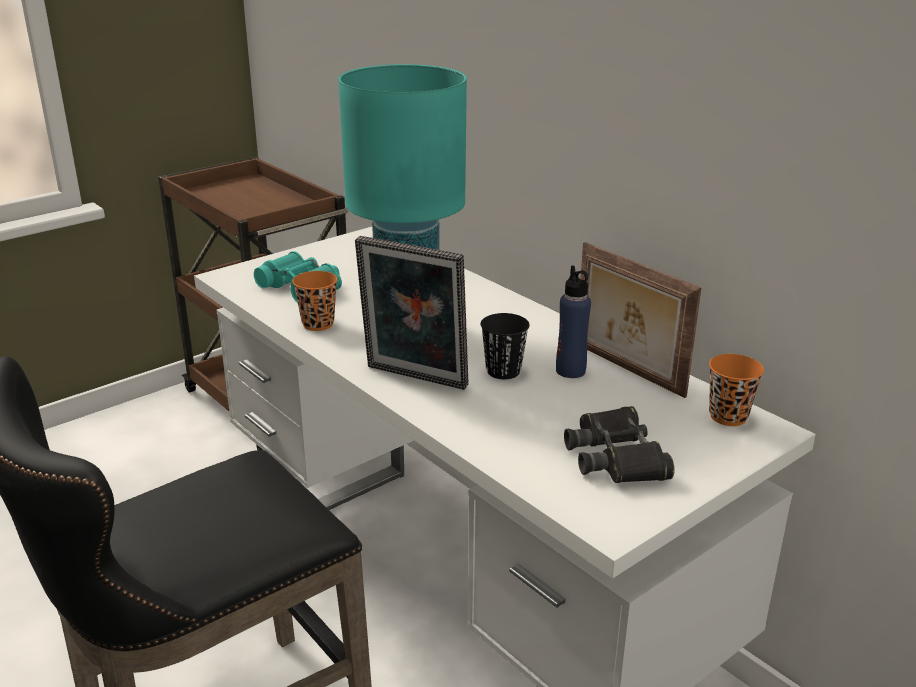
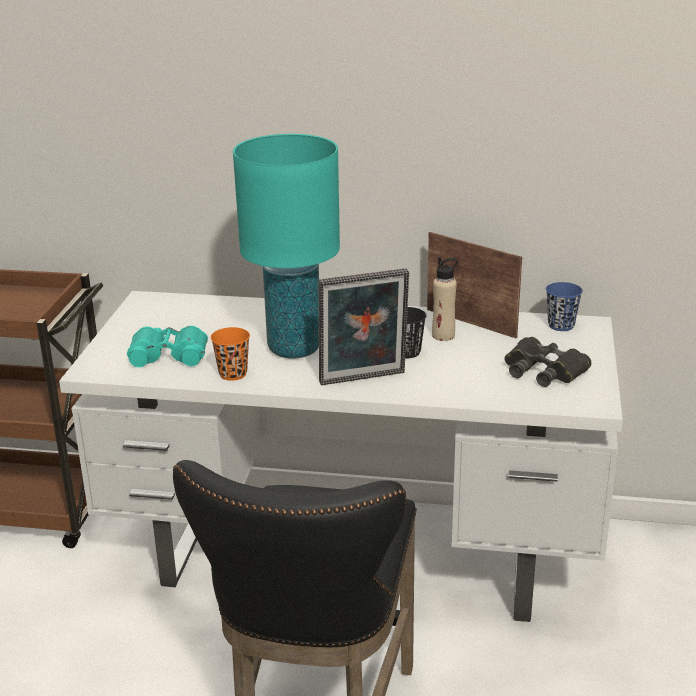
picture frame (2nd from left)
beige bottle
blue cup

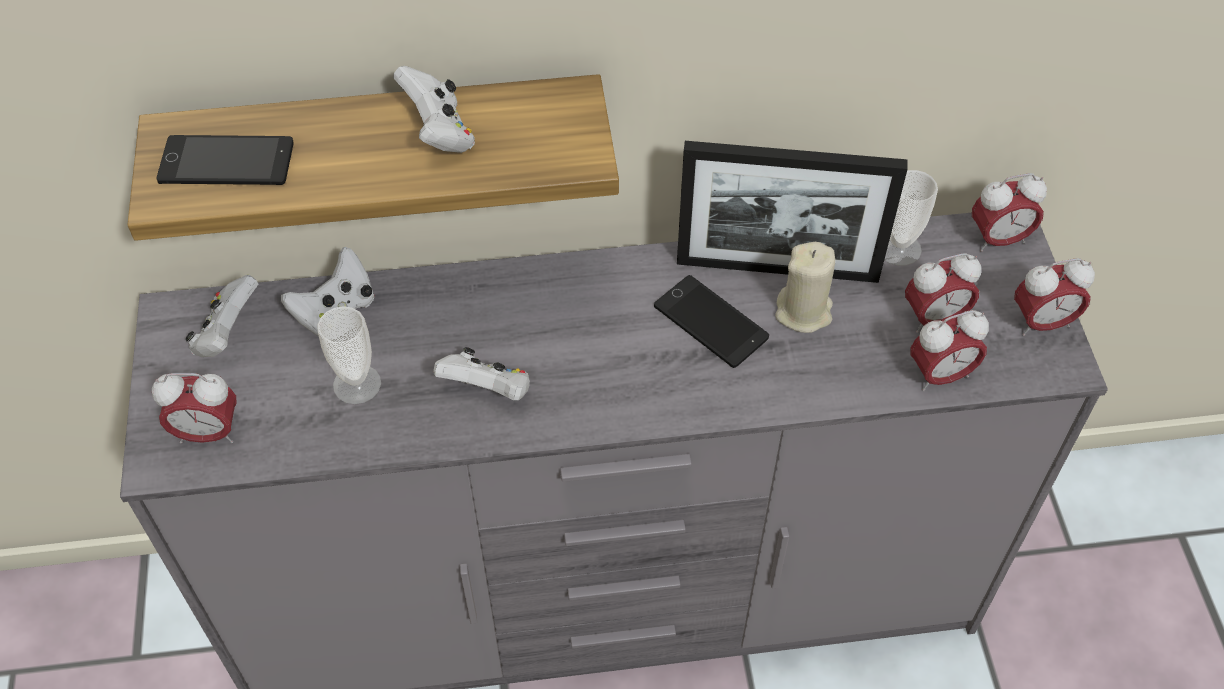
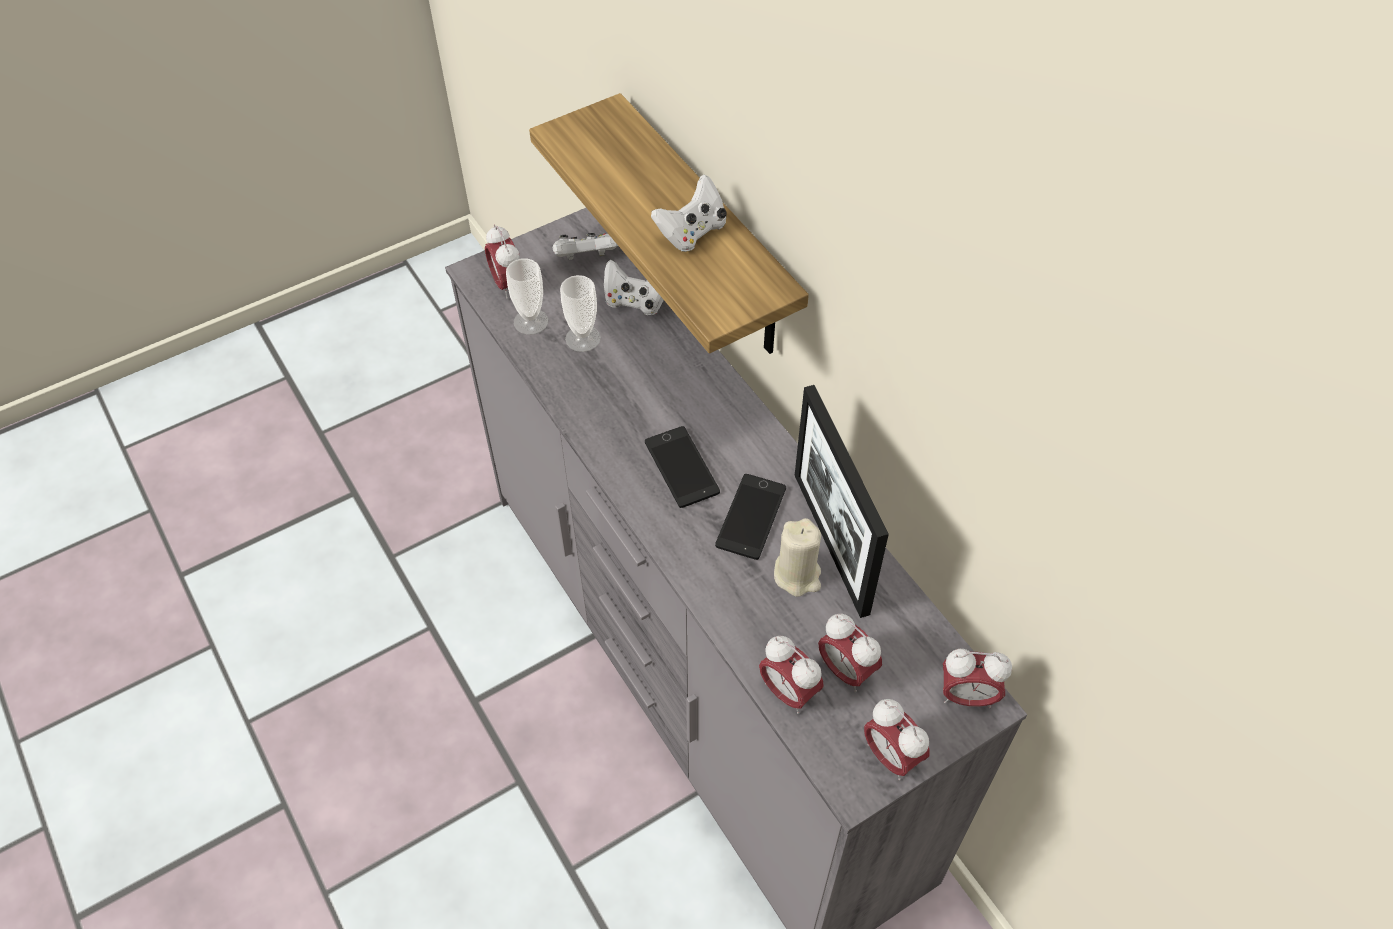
phone (1st from left)
cup (1st from left)
alarm clock (5th from left)
white game controller (4th from left in the first image)

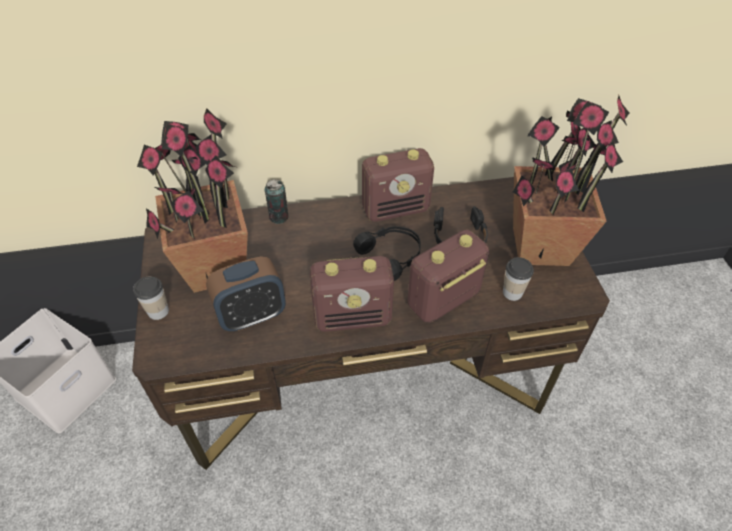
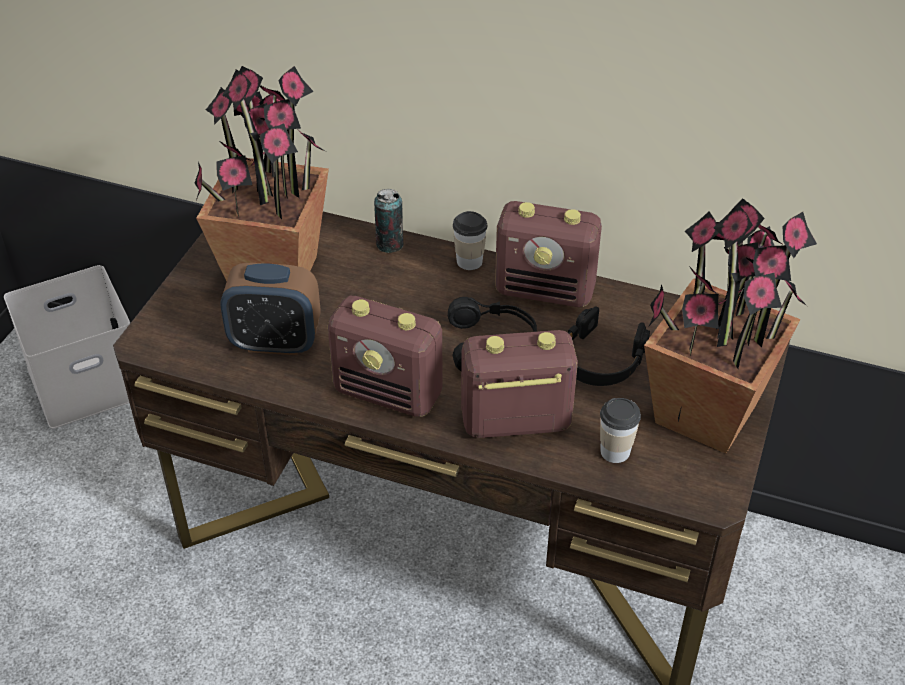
cup (1st from left)

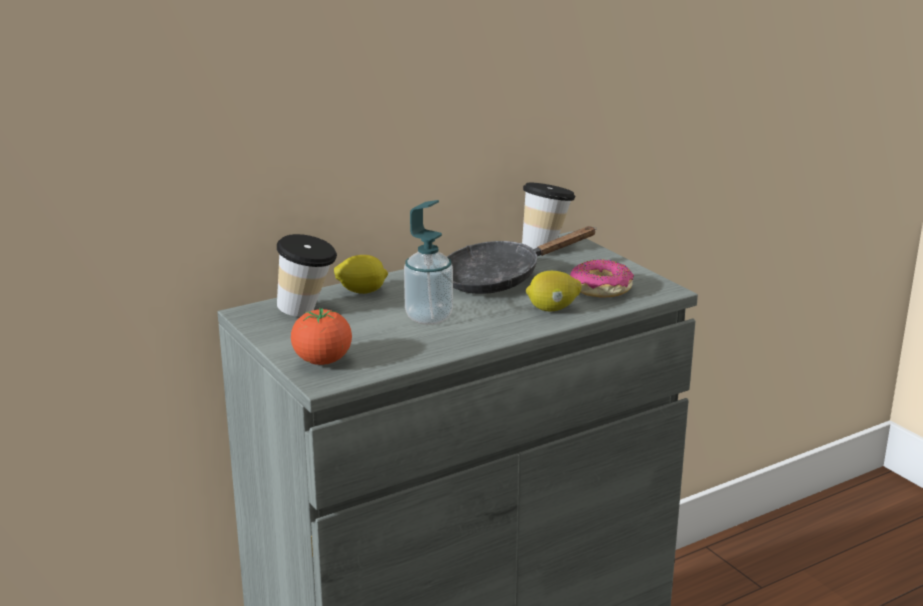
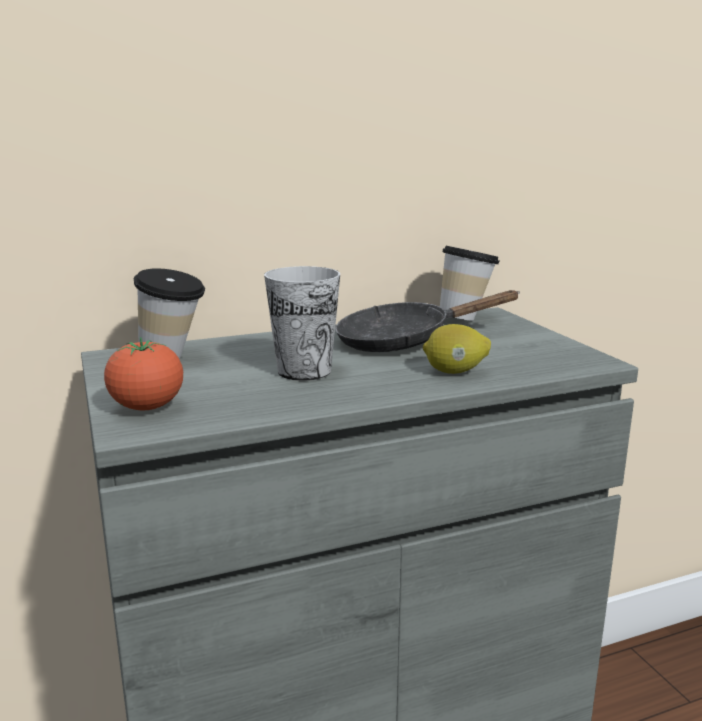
cup (2nd from left)
lemon (1st from left in the first image)
donut

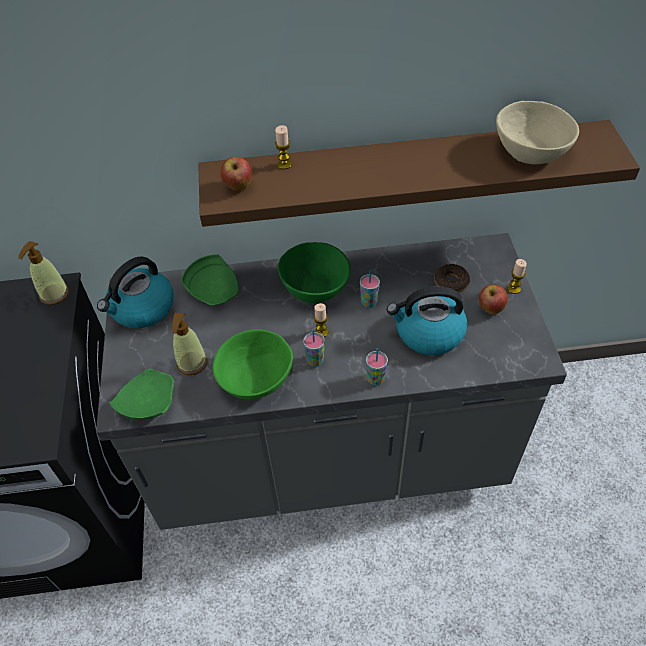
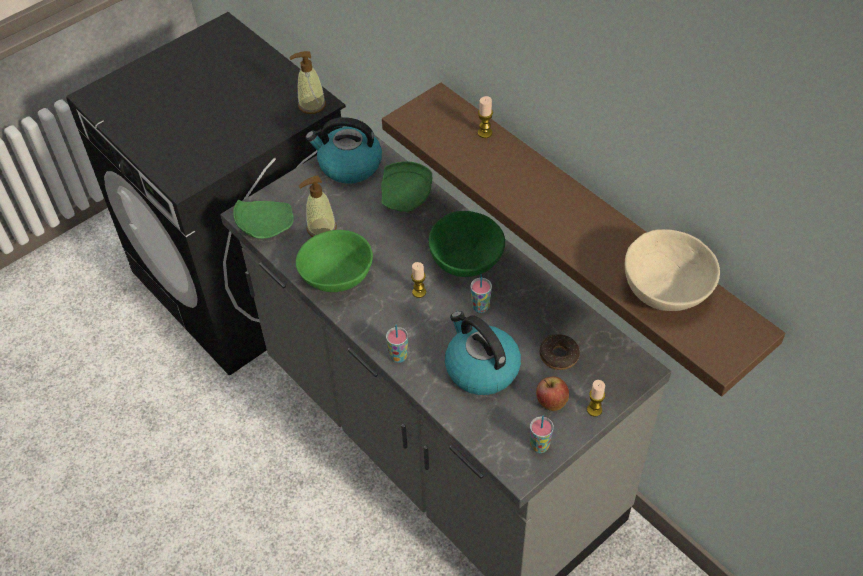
apple (1st from left in the first image)
cup (3rd from left)

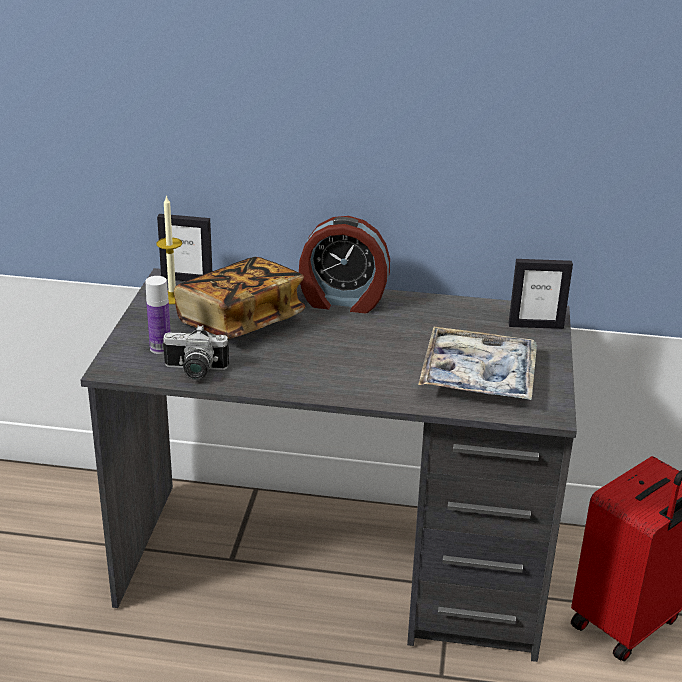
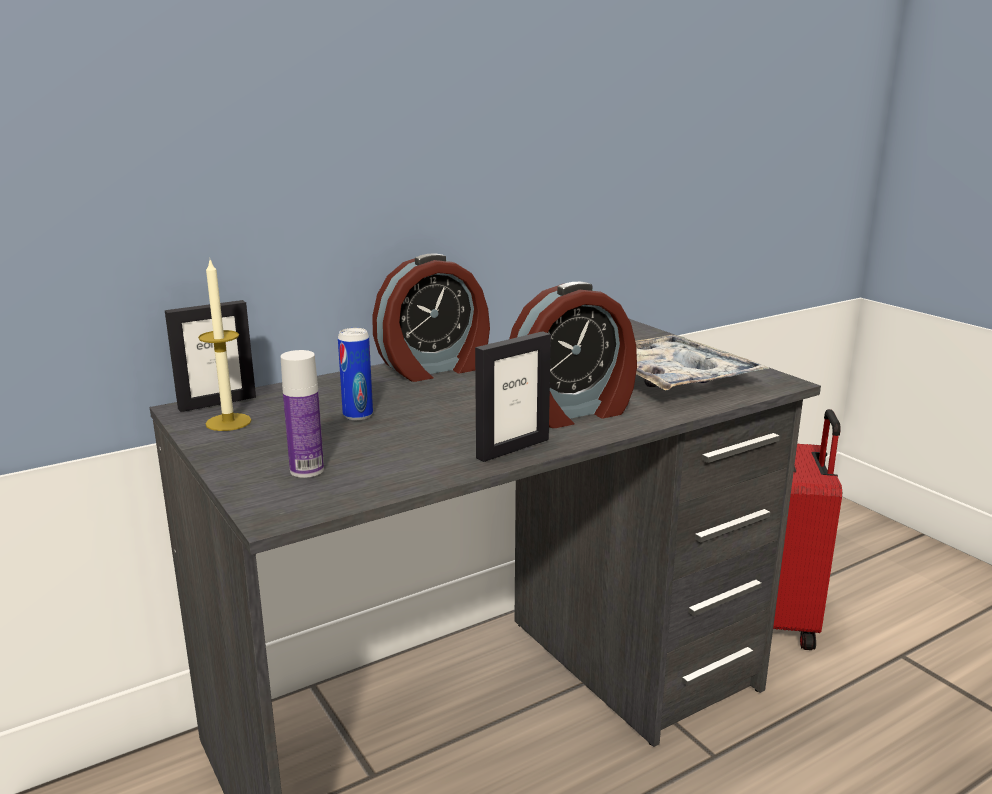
can
picture frame (2nd from left)
photo camera
alarm clock (2nd from left)

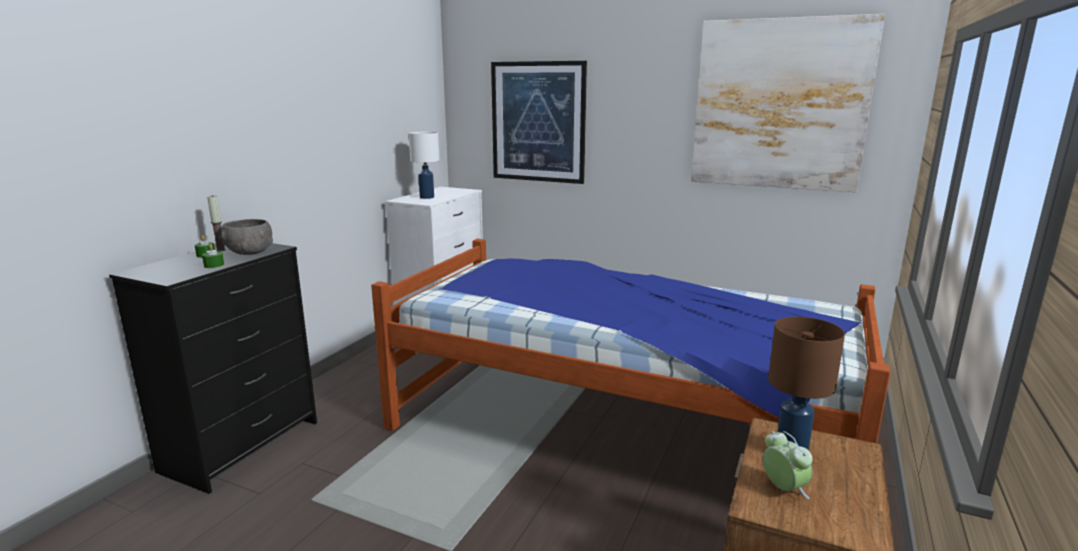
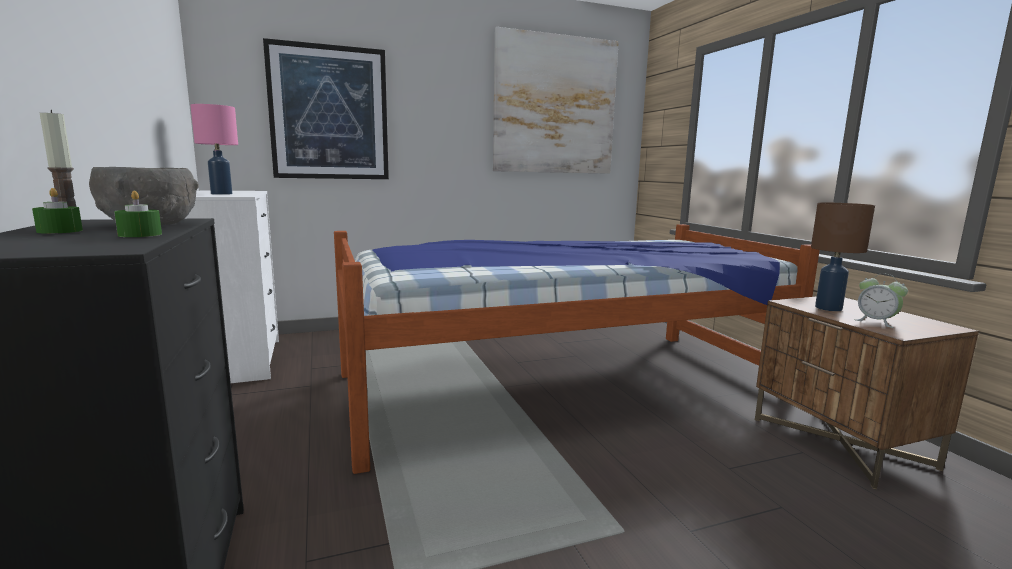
pink table lamp
alarm clock

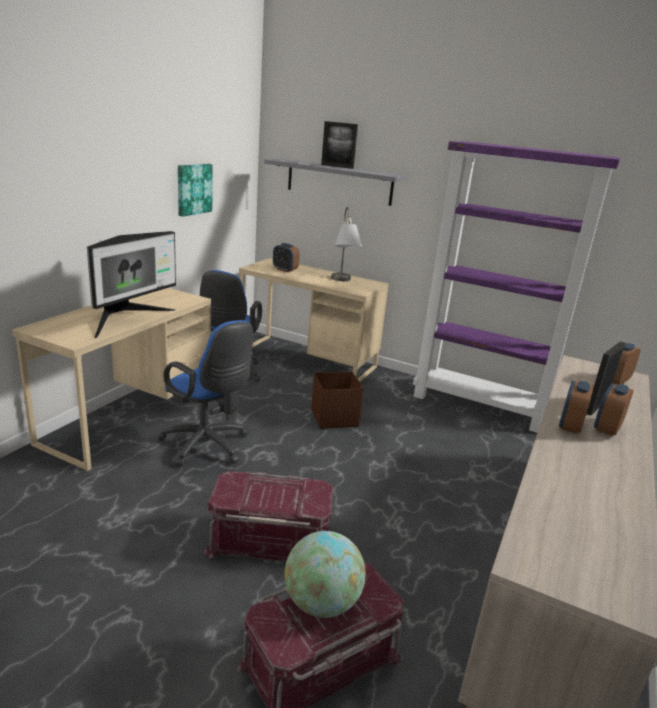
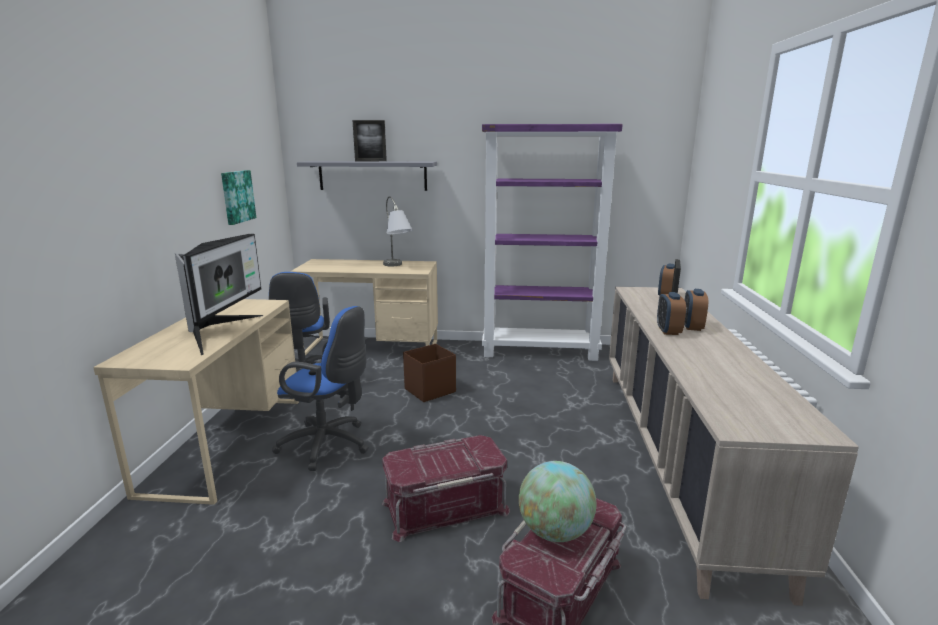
alarm clock (1st from left in the first image)

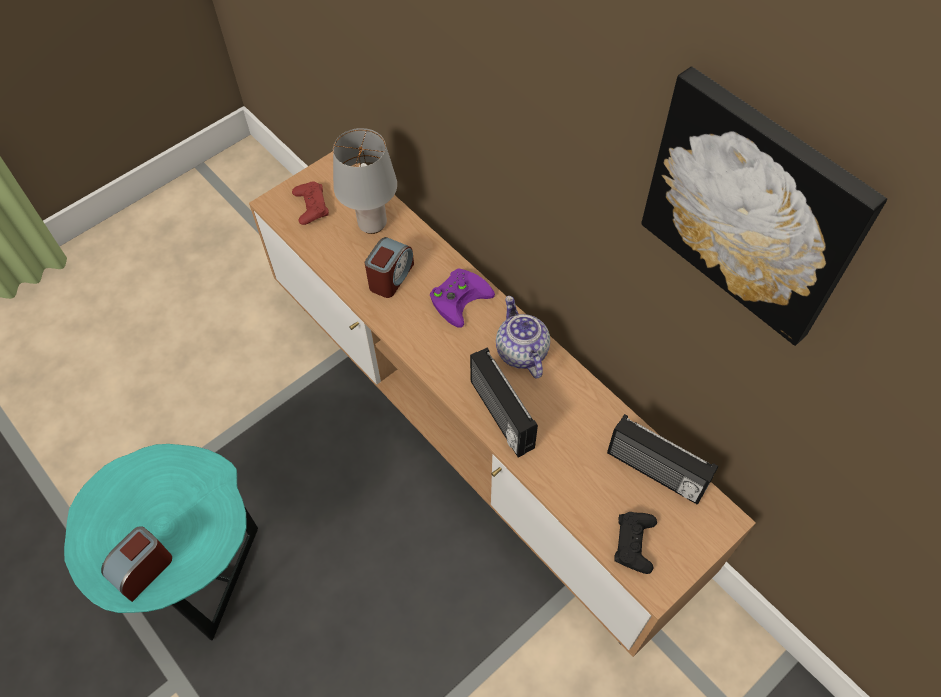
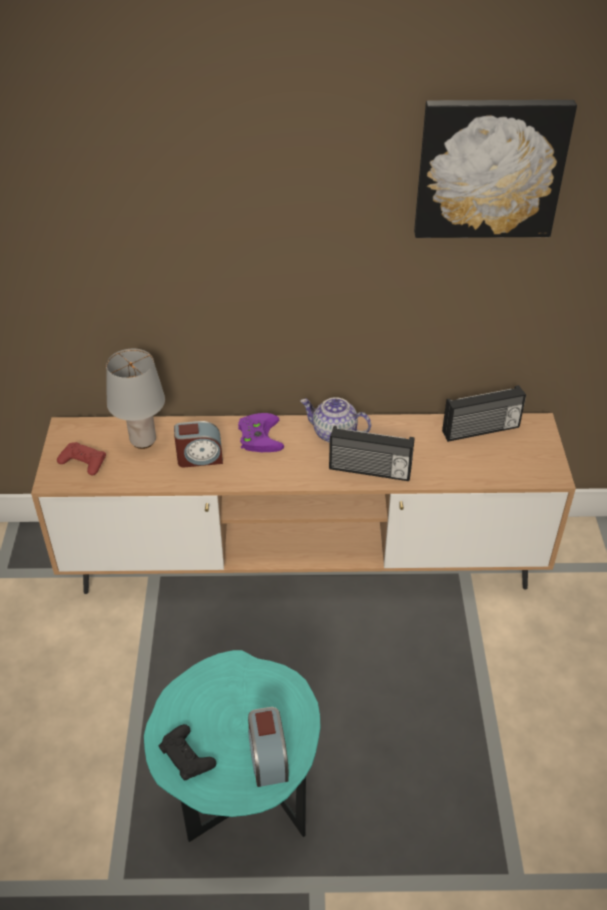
alarm clock (1st from left)
black game controller

